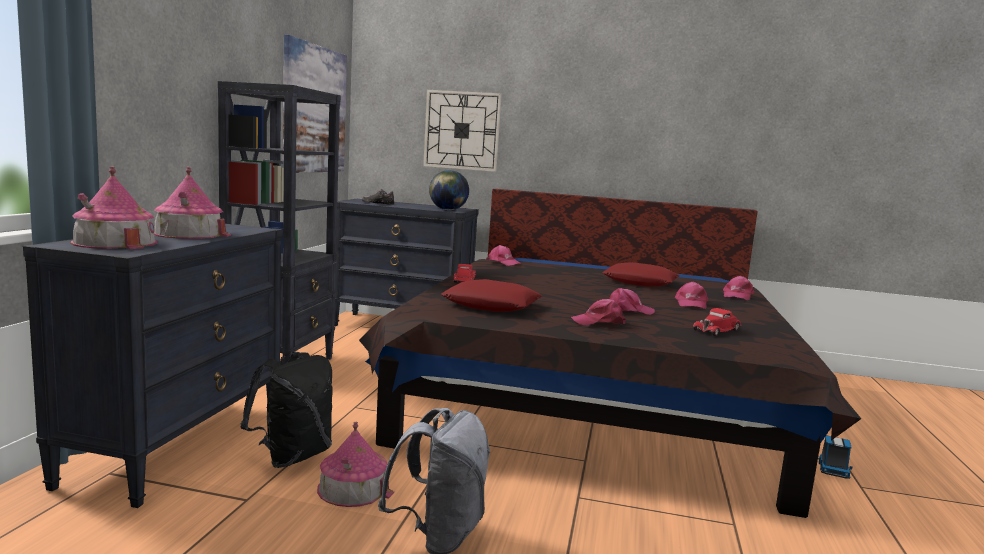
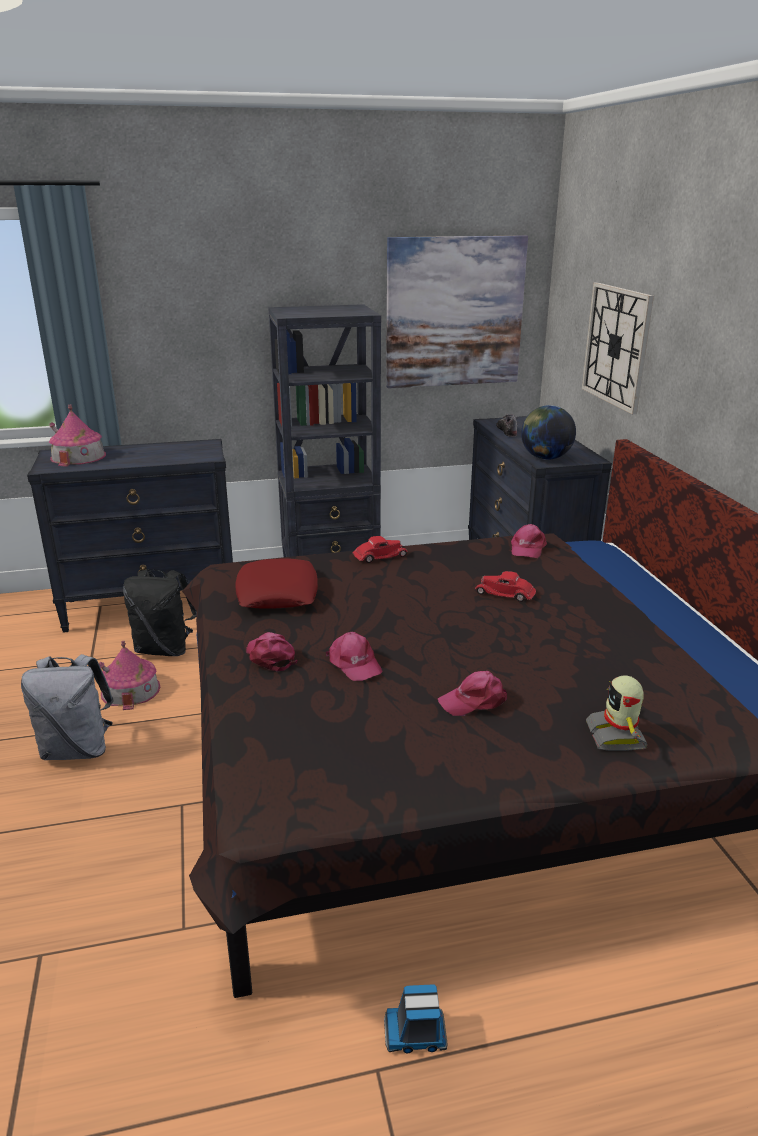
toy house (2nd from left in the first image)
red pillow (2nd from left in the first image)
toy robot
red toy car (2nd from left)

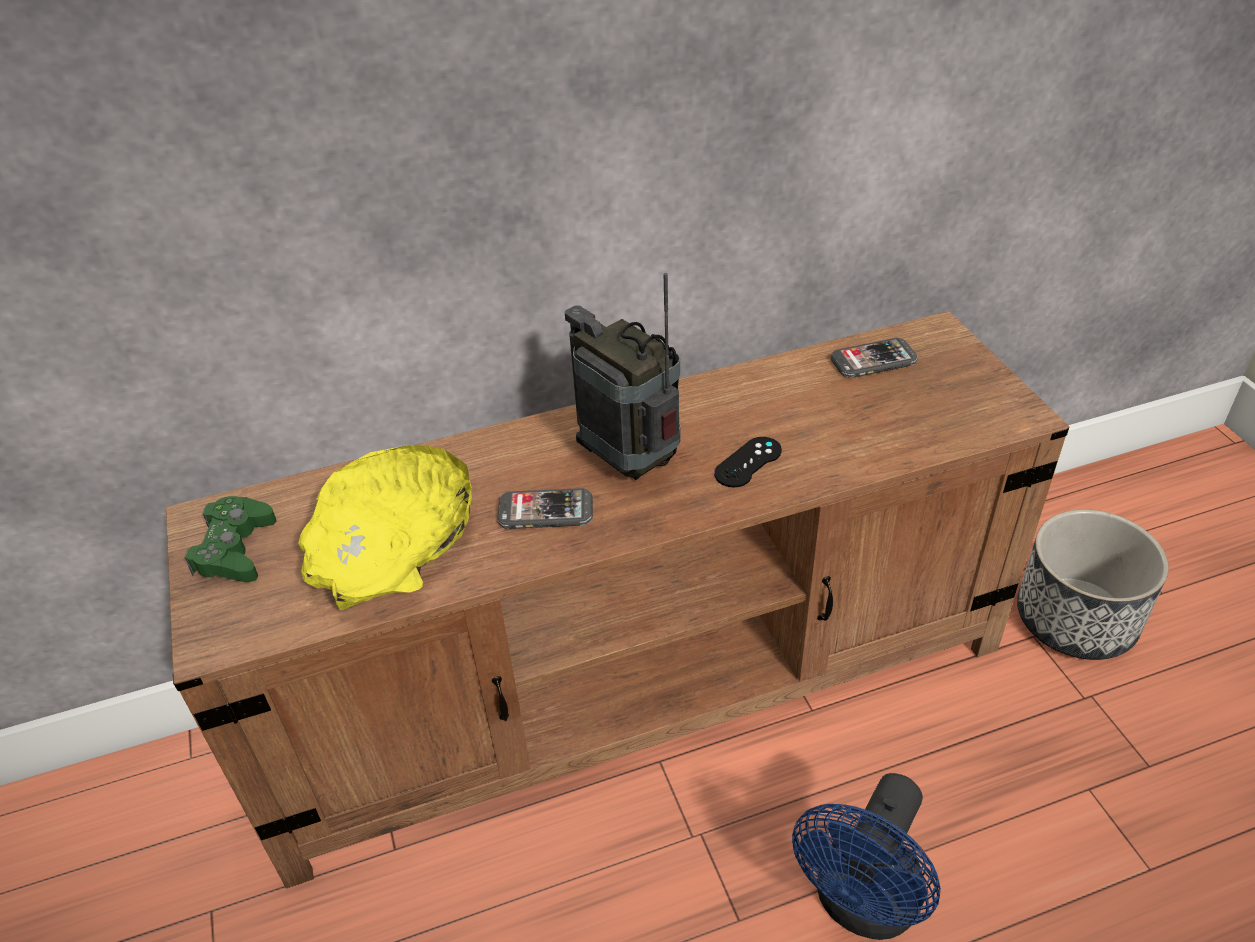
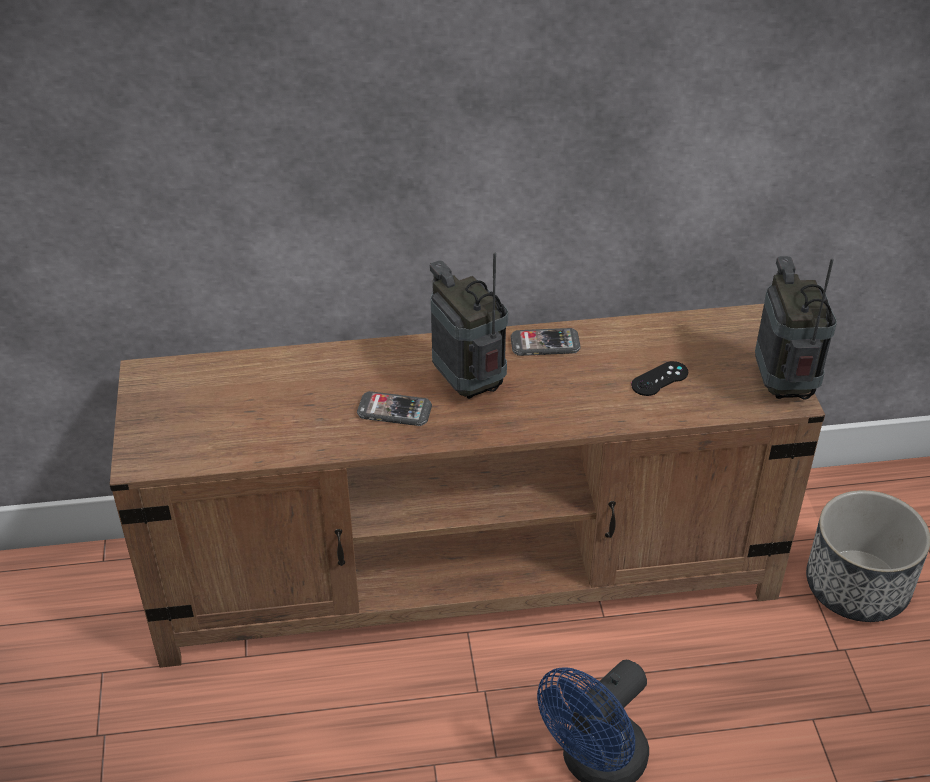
phone (2nd from left)
black game controller
yellow bowl
green game controller
radio (2nd from left)

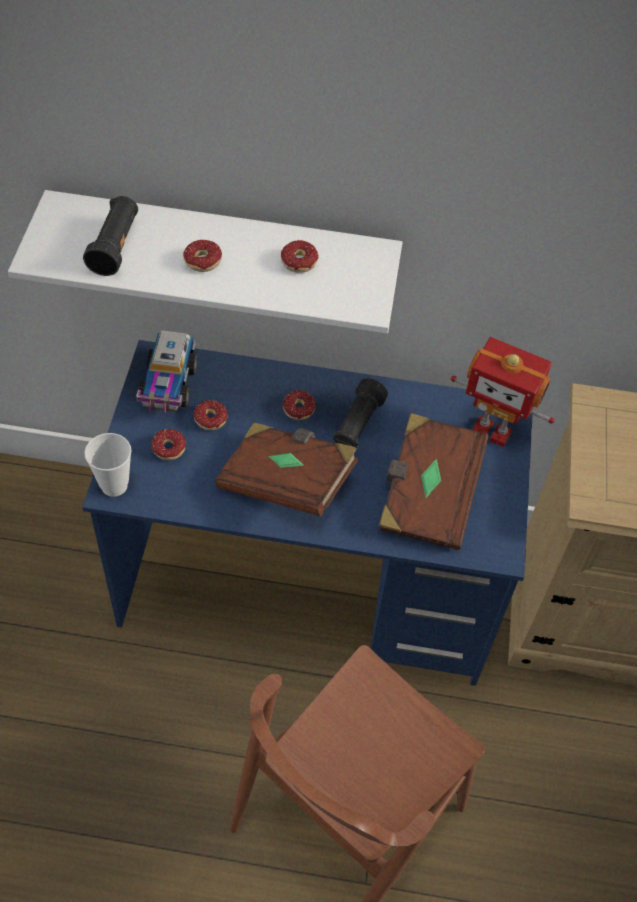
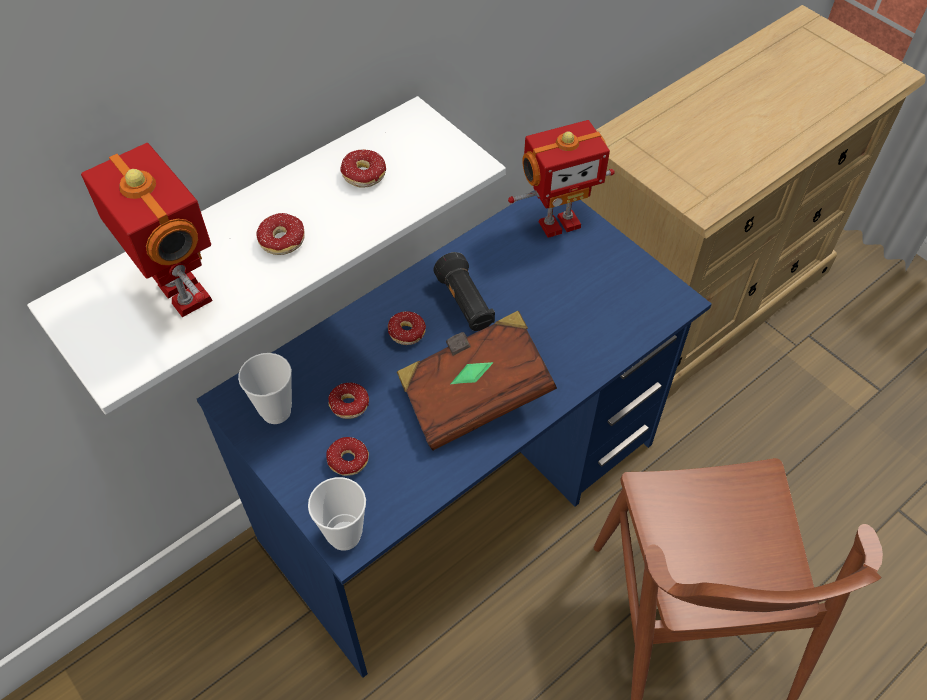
toy robot (1st from left)
cup (1st from left)
brown book (2nd from left in the first image)

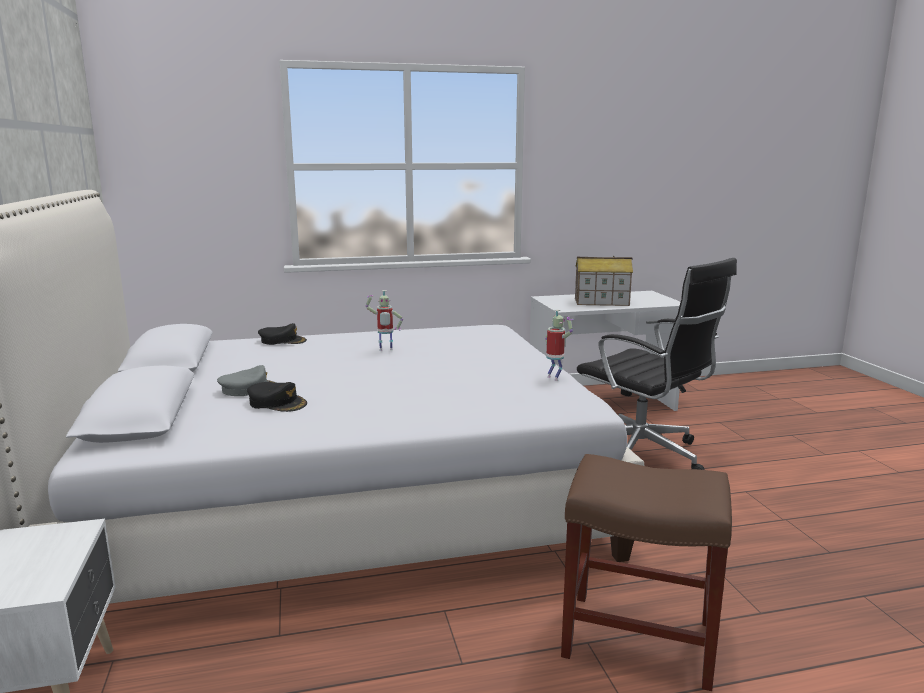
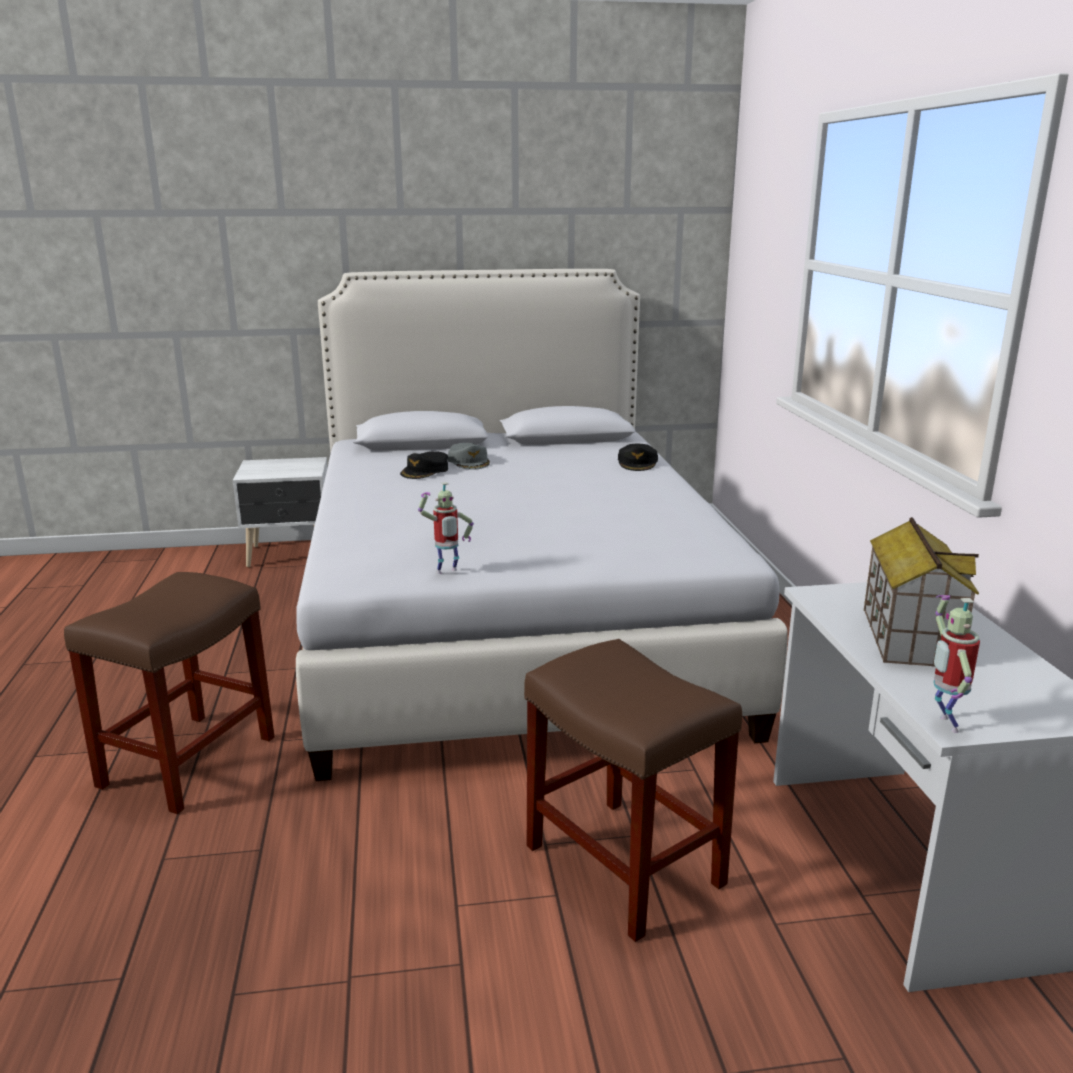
brown stool (2nd from left)
toy robot (2nd from left)

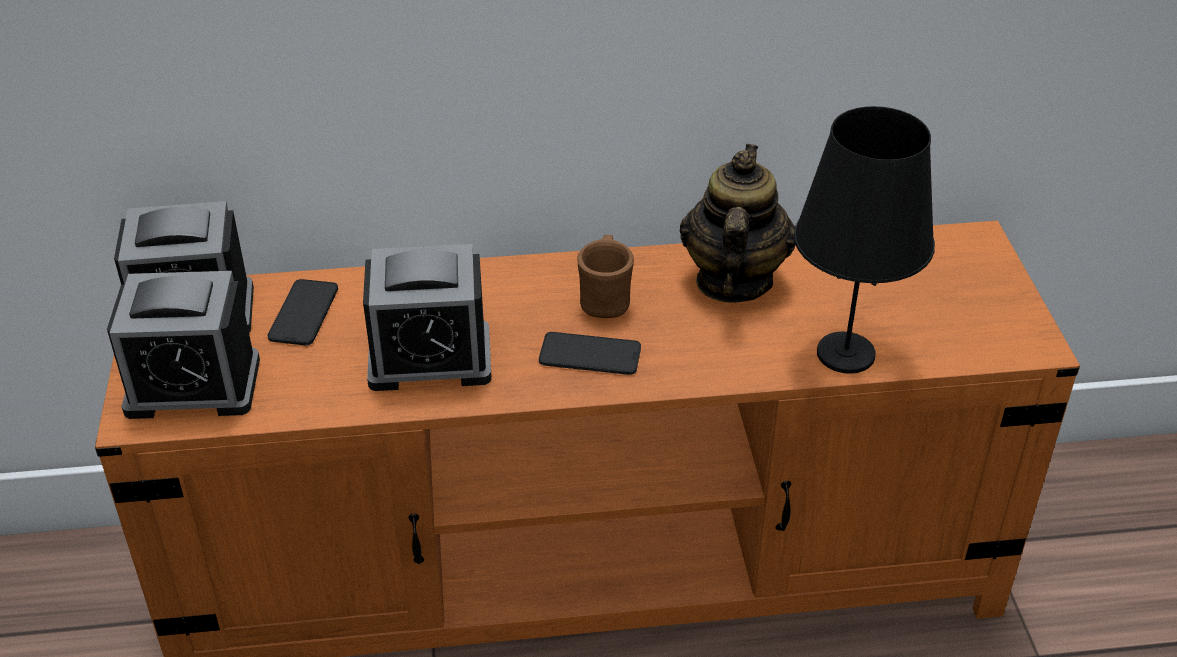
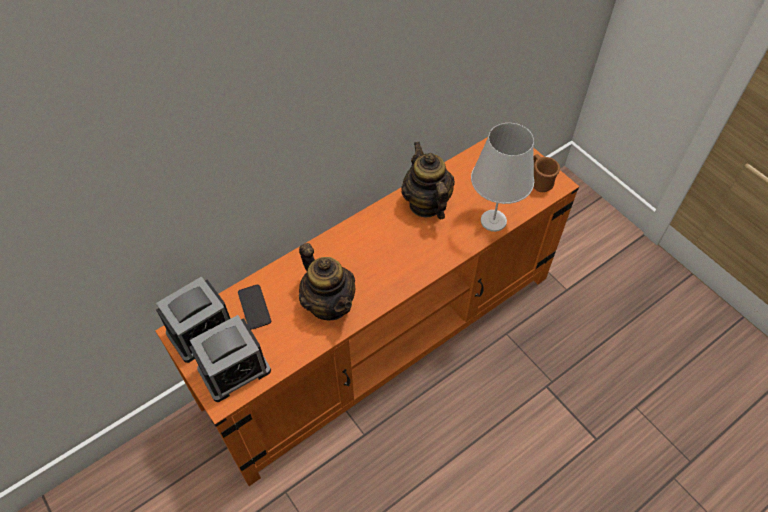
white table lamp
brown mug
teapot (1st from left)
phone (2nd from left in the first image)

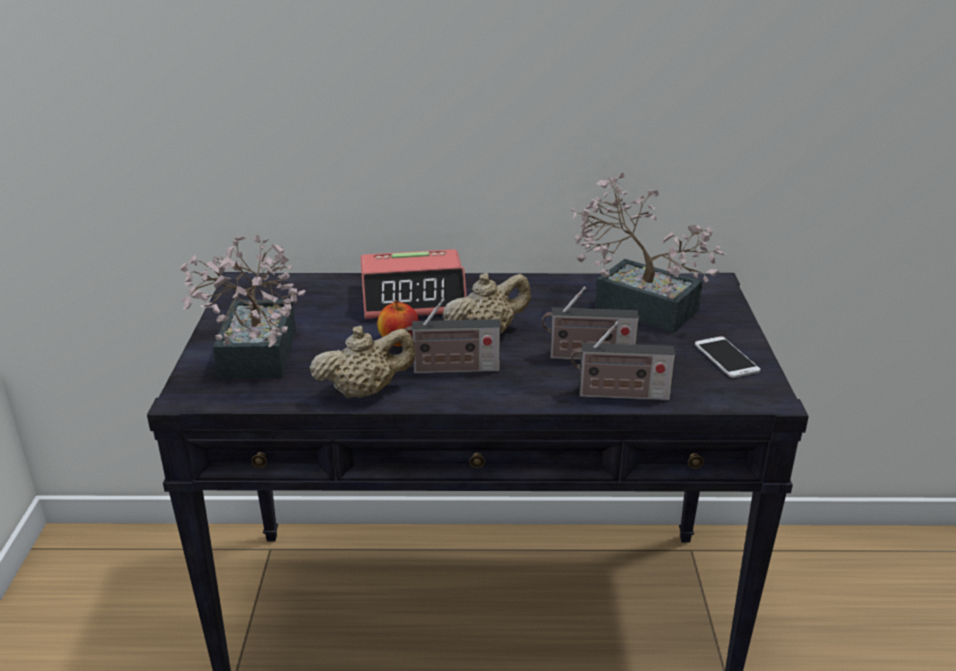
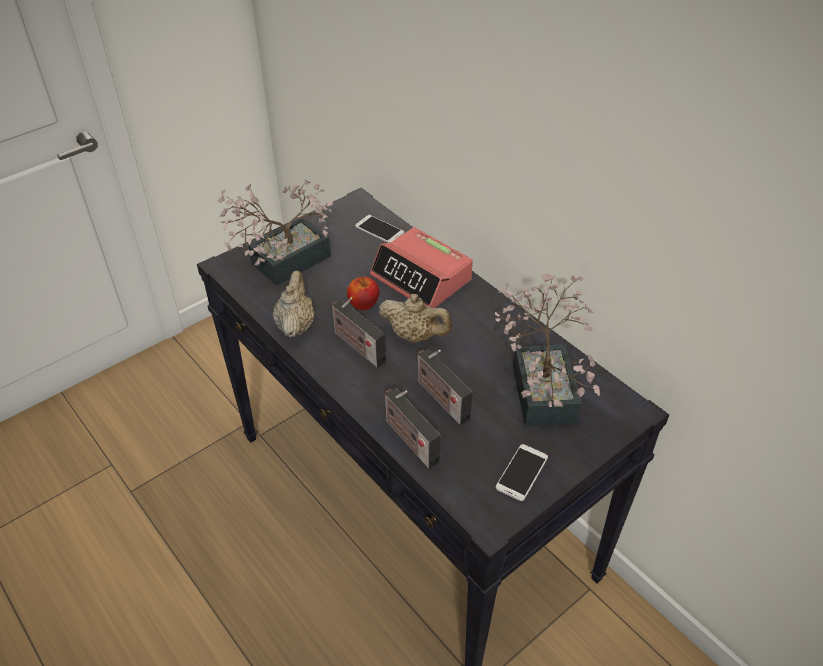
beige teapot (1st from left)
phone (1st from left)

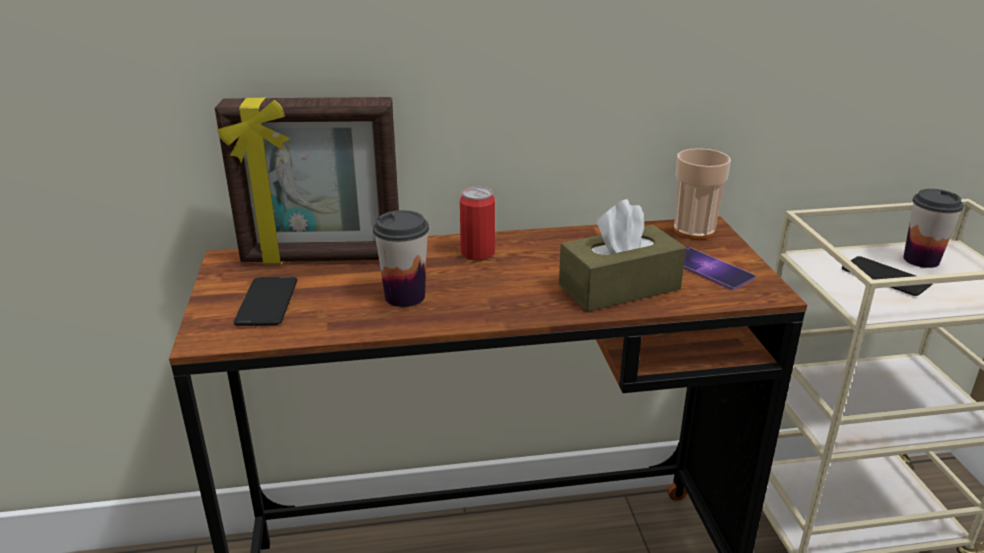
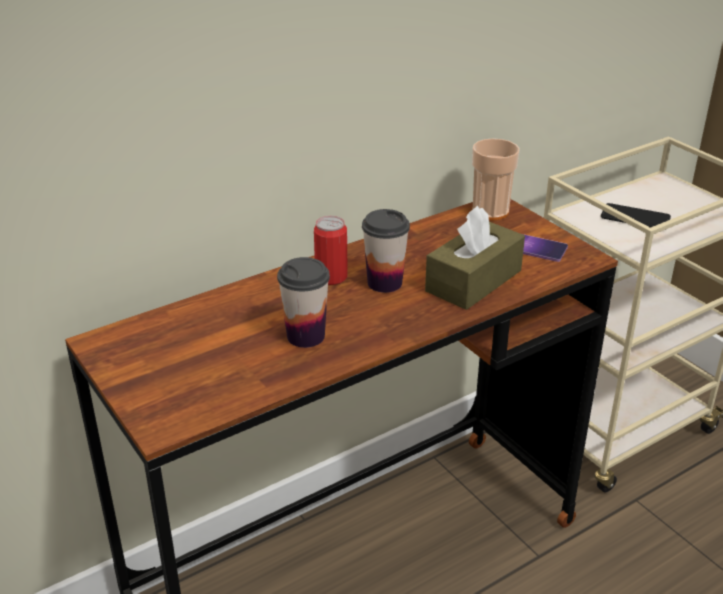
picture frame
cup (2nd from left)
phone (1st from left in the first image)

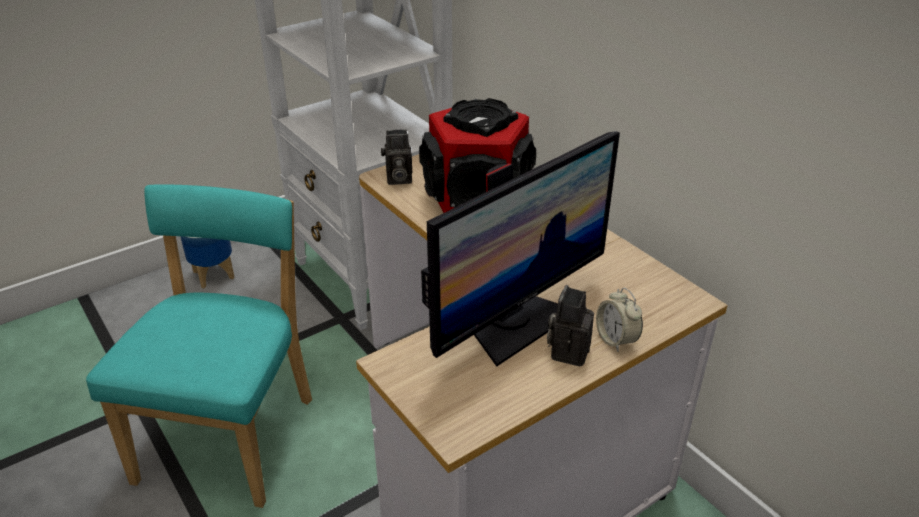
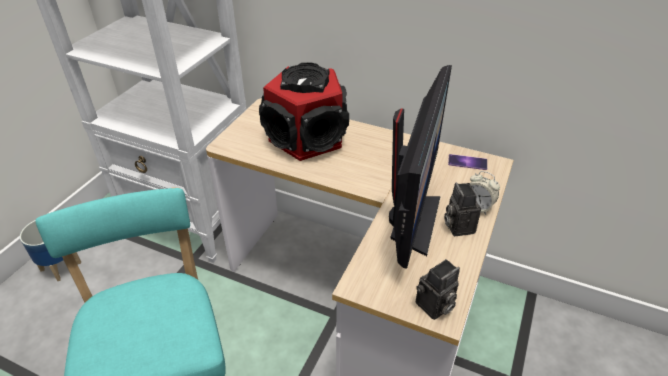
photo camera (1st from left)
phone

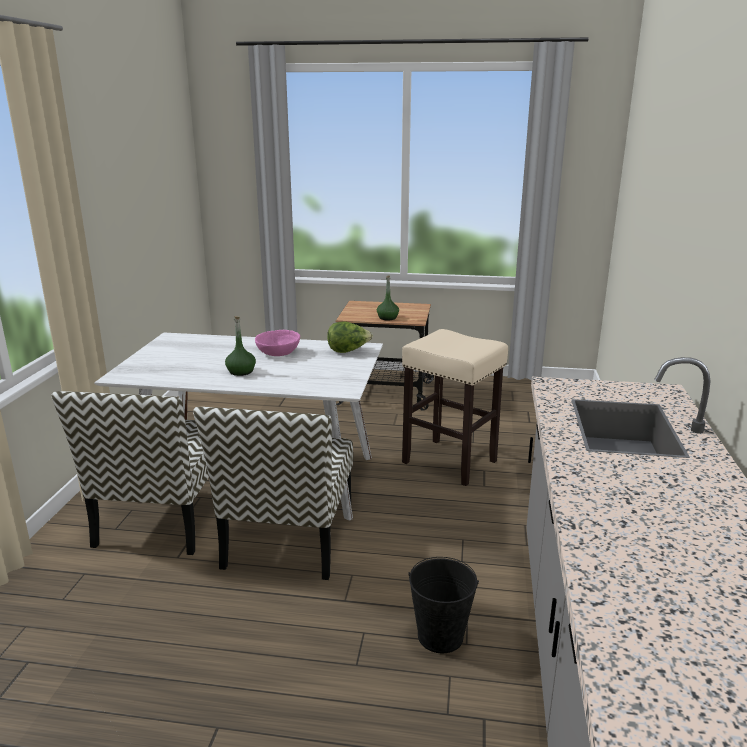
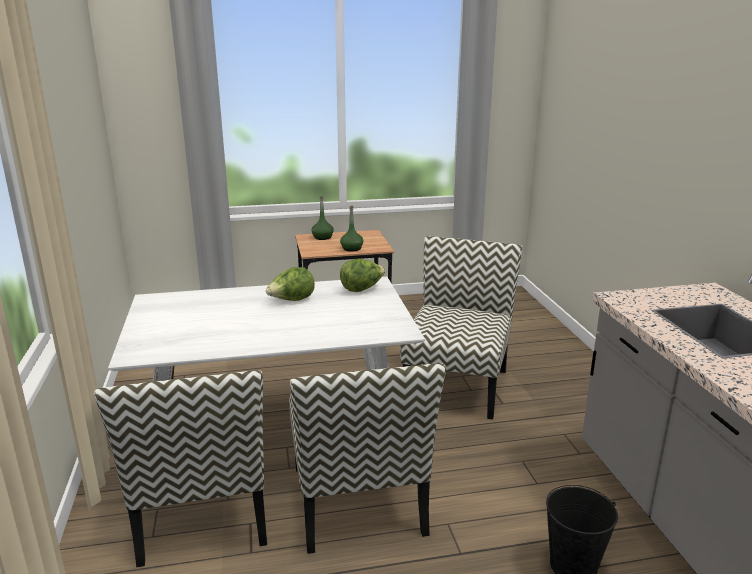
green bottle (1st from left)
chair (3rd from left)
lettuce (1st from left)

